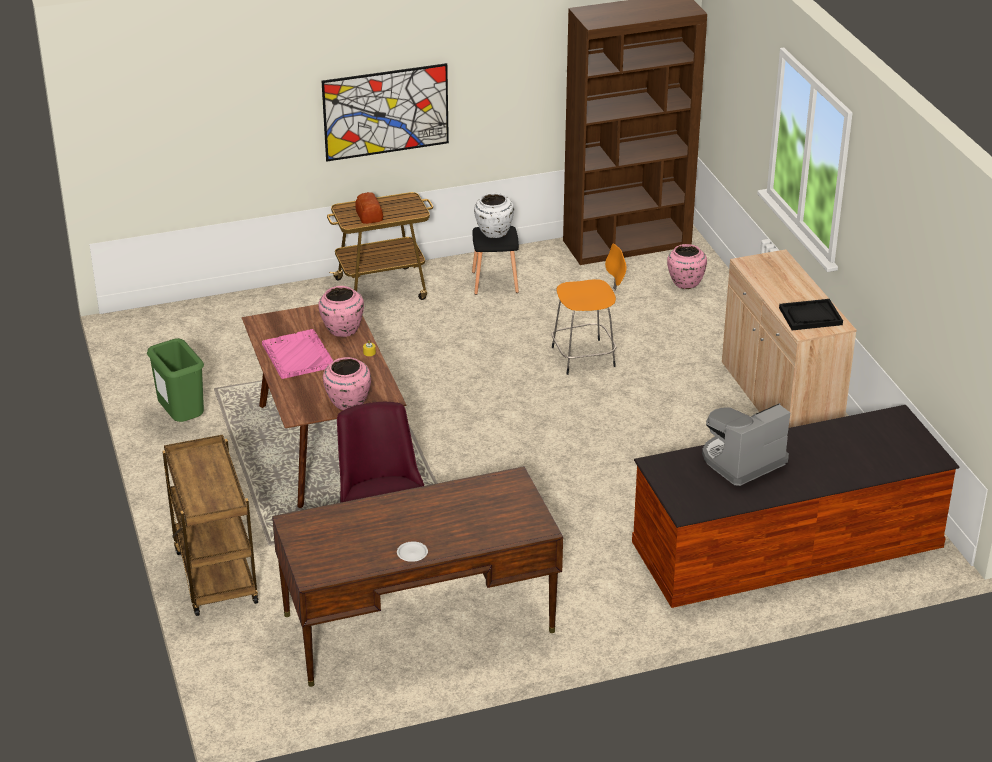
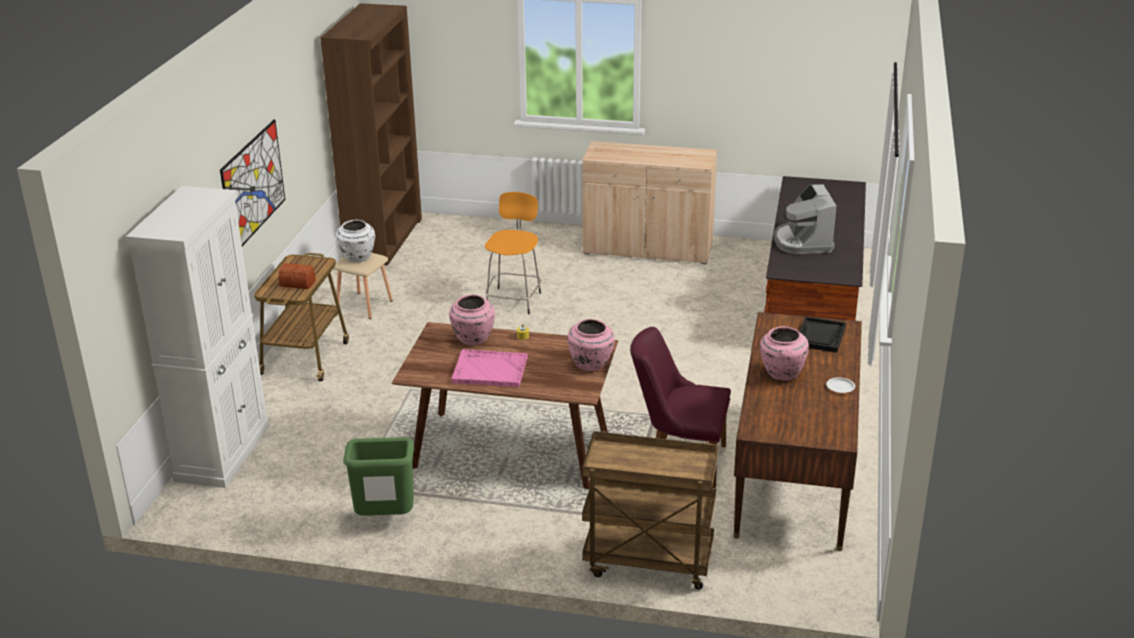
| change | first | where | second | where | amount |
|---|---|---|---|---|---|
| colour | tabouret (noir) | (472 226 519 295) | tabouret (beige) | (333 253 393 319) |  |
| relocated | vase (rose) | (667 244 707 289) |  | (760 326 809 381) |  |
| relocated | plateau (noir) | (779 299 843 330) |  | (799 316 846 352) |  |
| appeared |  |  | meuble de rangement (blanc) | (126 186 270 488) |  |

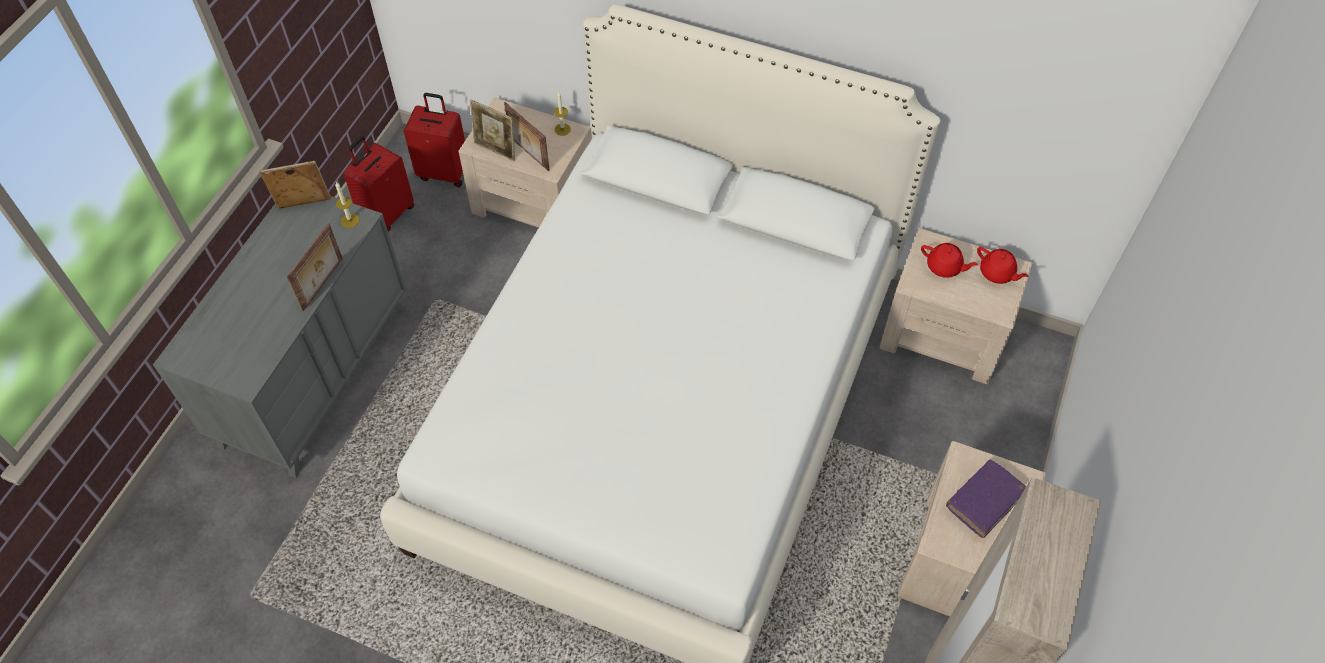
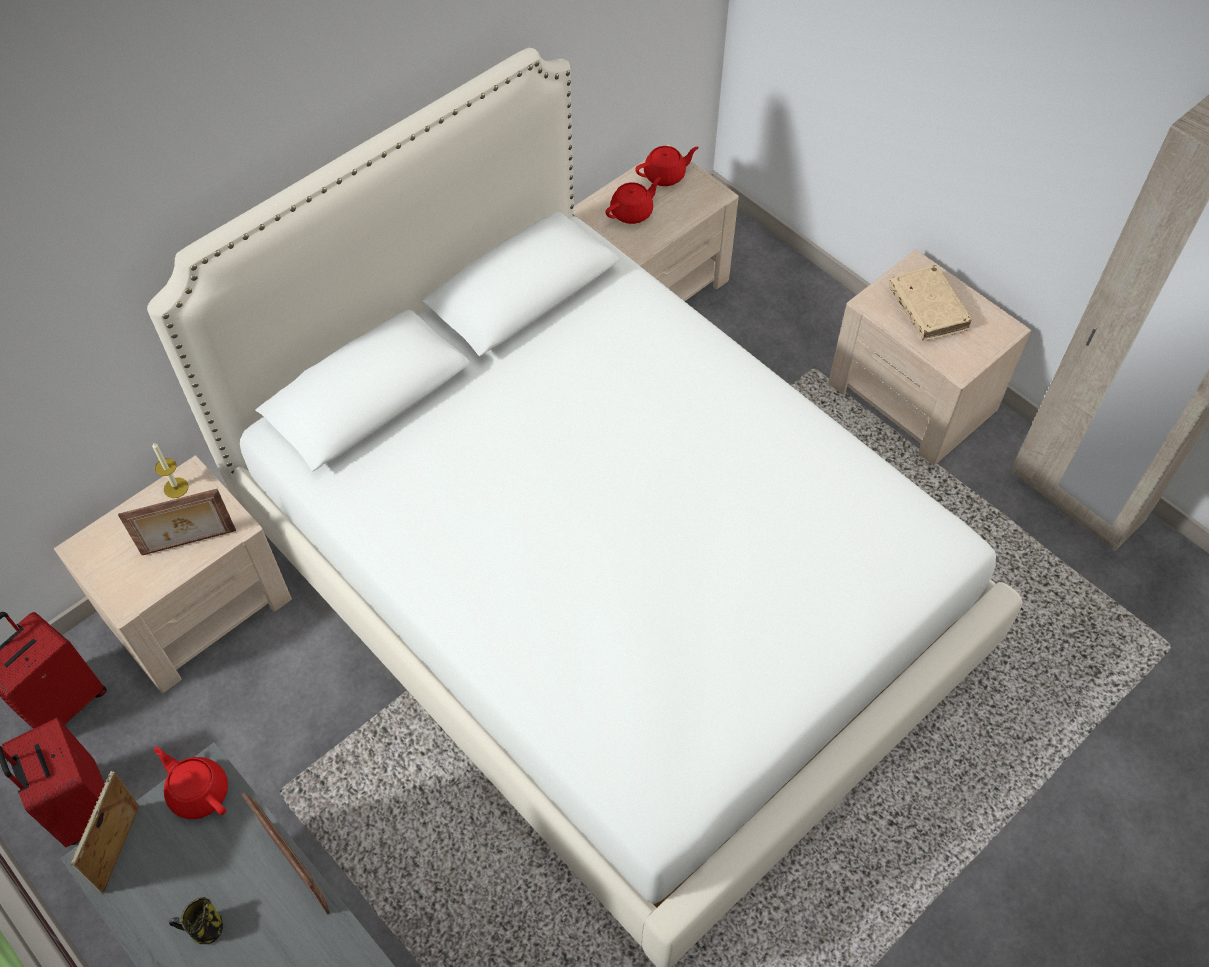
| change | first | where | second | where | amount |
|---|---|---|---|---|---|
| missing | cadre photo | (470 100 515 161) |  |  |  |
| exchanged | bougie | (335 182 359 228) | théière (rouge) | (154 747 228 819) |  |
| colour | livre (violet) | (946 459 1026 538) | livre (beige) | (889 265 972 341) |  |
| appeared |  |  | mug | (169 897 223 944) |  |

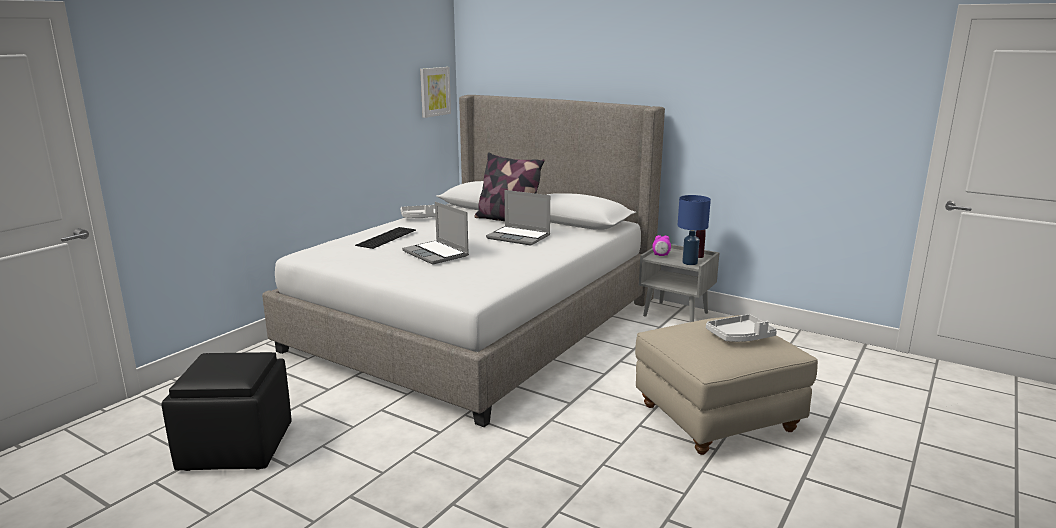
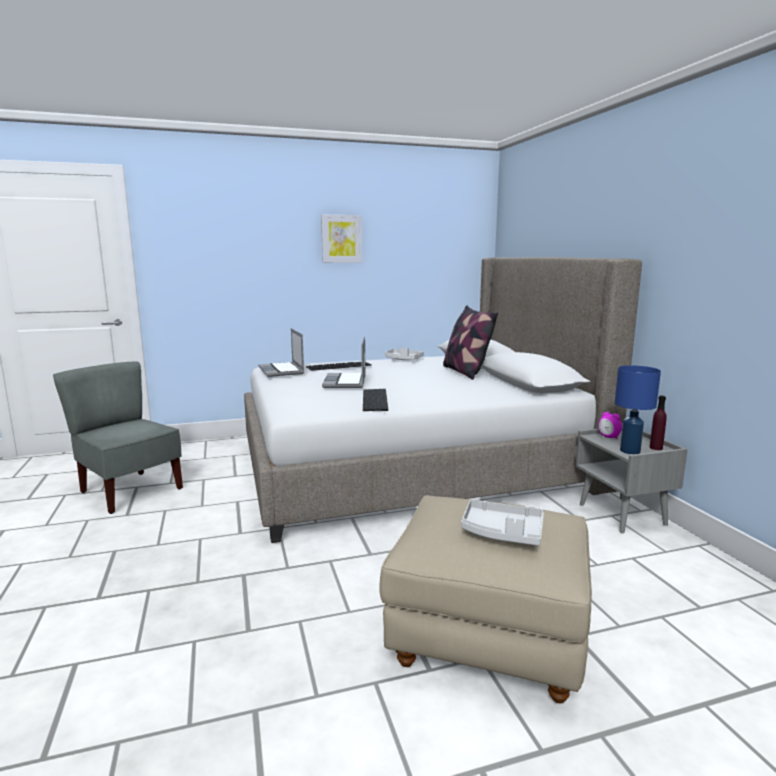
| change | first | where | second | where | amount |
|---|---|---|---|---|---|
| relocated | tableau | (420 67 451 118) |  | (321 214 362 263) |  |
| relocated | ordinateur portable | (486 190 550 246) |  | (258 328 304 377) |  |
| exchanged | pouf (noir) | (161 352 292 471) | chaise (gris) | (53 362 183 514) |  |
| appeared |  |  | clavier | (363 389 388 411) |  |

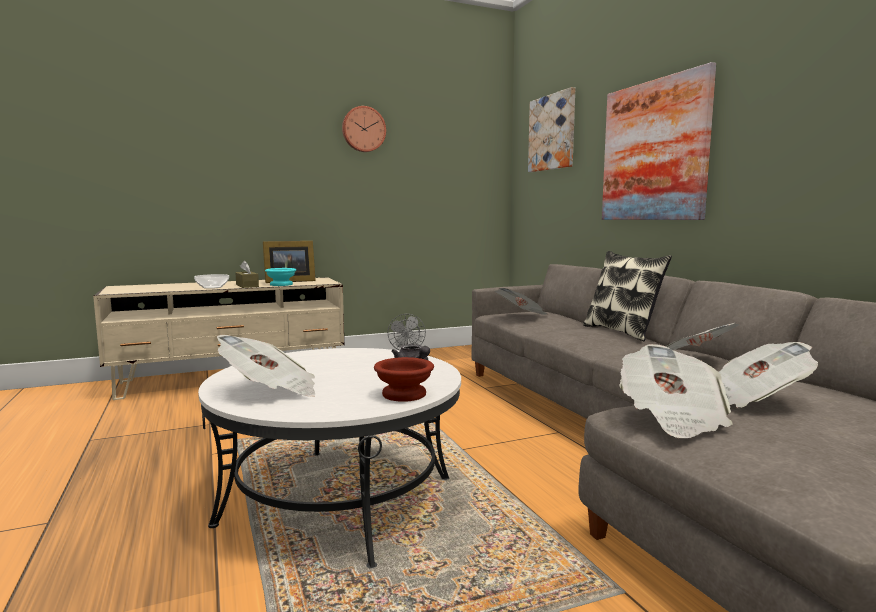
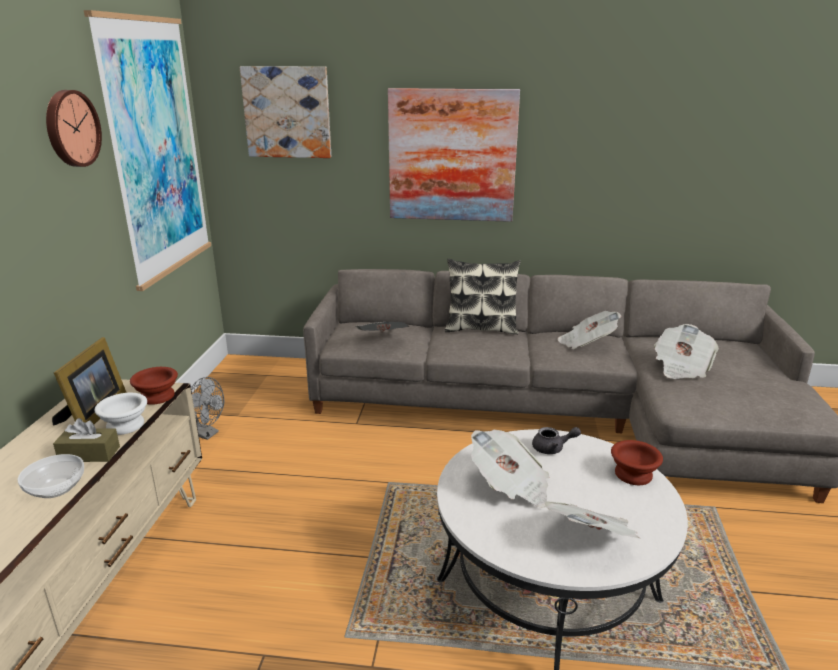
| change | first | where | second | where | amount |
|---|---|---|---|---|---|
| colour | bol (turquoise) | (265 268 296 286) | bol (blanc) | (94 393 147 435) |  |
| relocated | journal | (619 344 732 438) |  | (471 430 549 508) |  |
| appeared |  |  | tableau | (84 10 211 291) |  |
| appeared |  |  | bol (marron) | (130 367 178 405) |  |

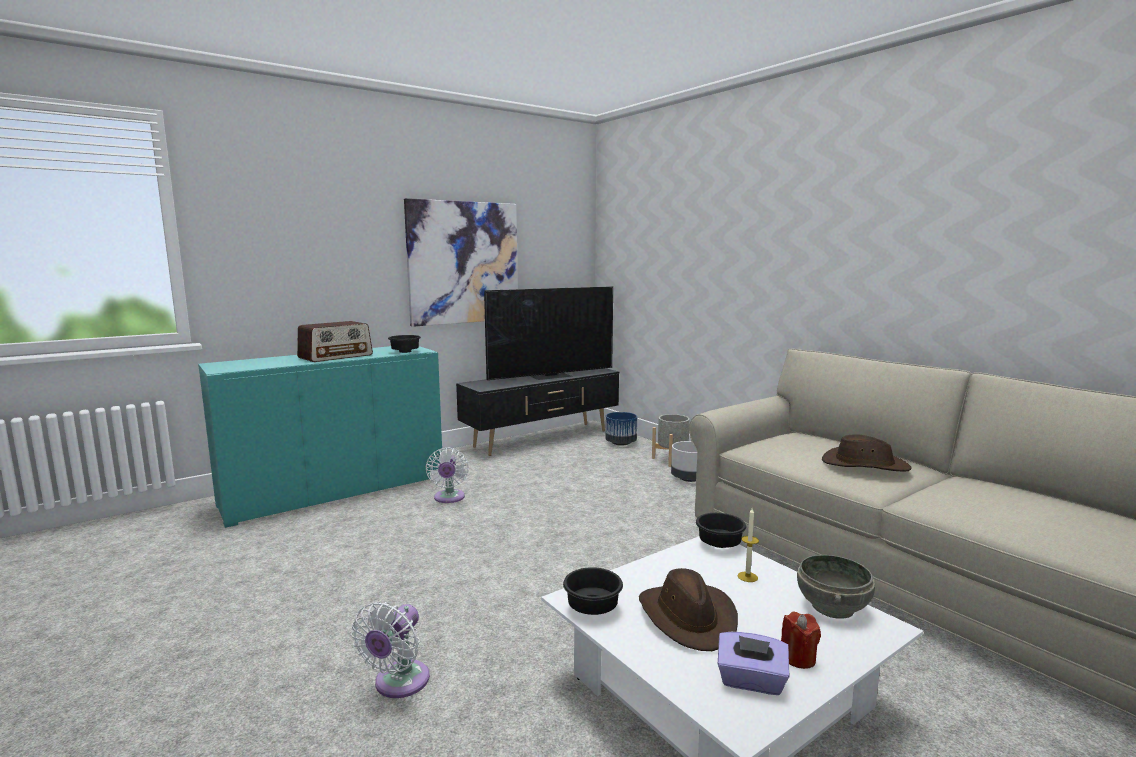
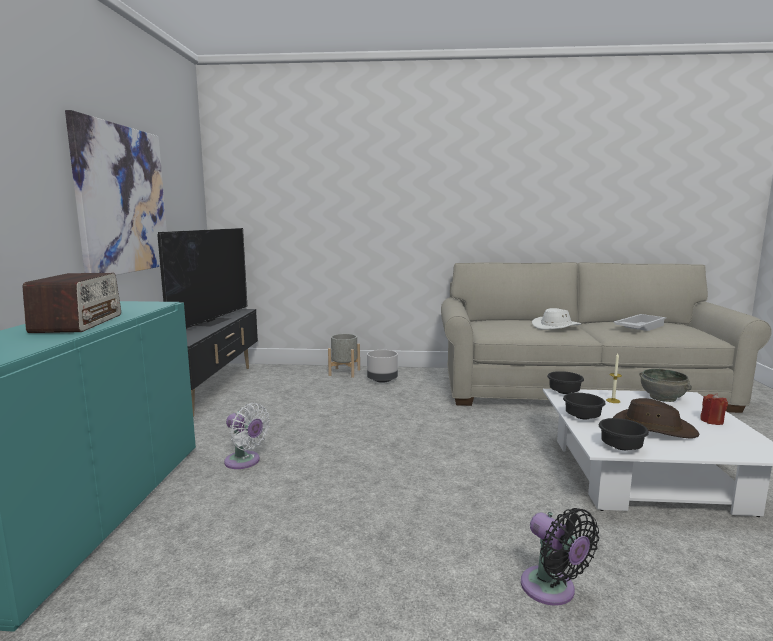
| change | first | where | second | where | amount |
|---|---|---|---|---|---|
| relocated | bol (noir) | (388 335 421 353) |  | (563 393 606 420) |  |
| missing | cache-pot (bleu) | (605 412 637 446) |  |  |  |
| colour | chapeau (marron) | (822 434 911 472) | chapeau (blanc) | (532 308 581 330) |  |
| colour | ventilateur (blanc) | (351 602 430 698) | ventilateur (noir) | (521 508 599 606) |  |
| missing | boîte à mouchoirs (violet) | (718 632 789 695) |  |  |  |
| appeared |  |  | plateau (blanc) | (613 314 666 331) |  |

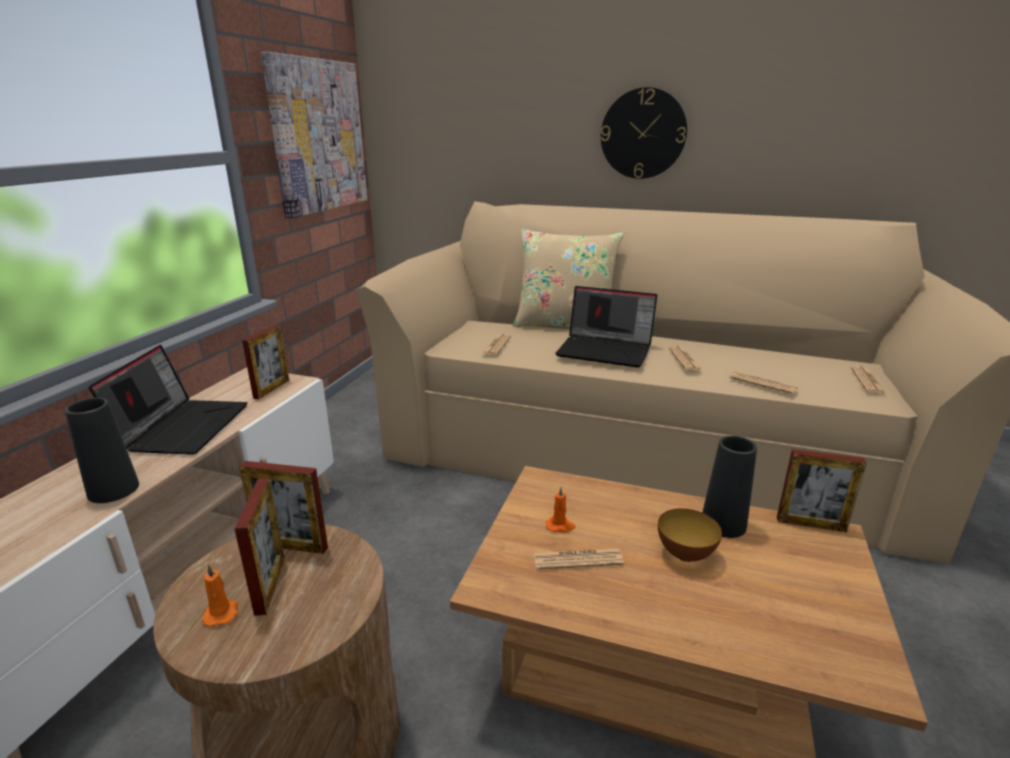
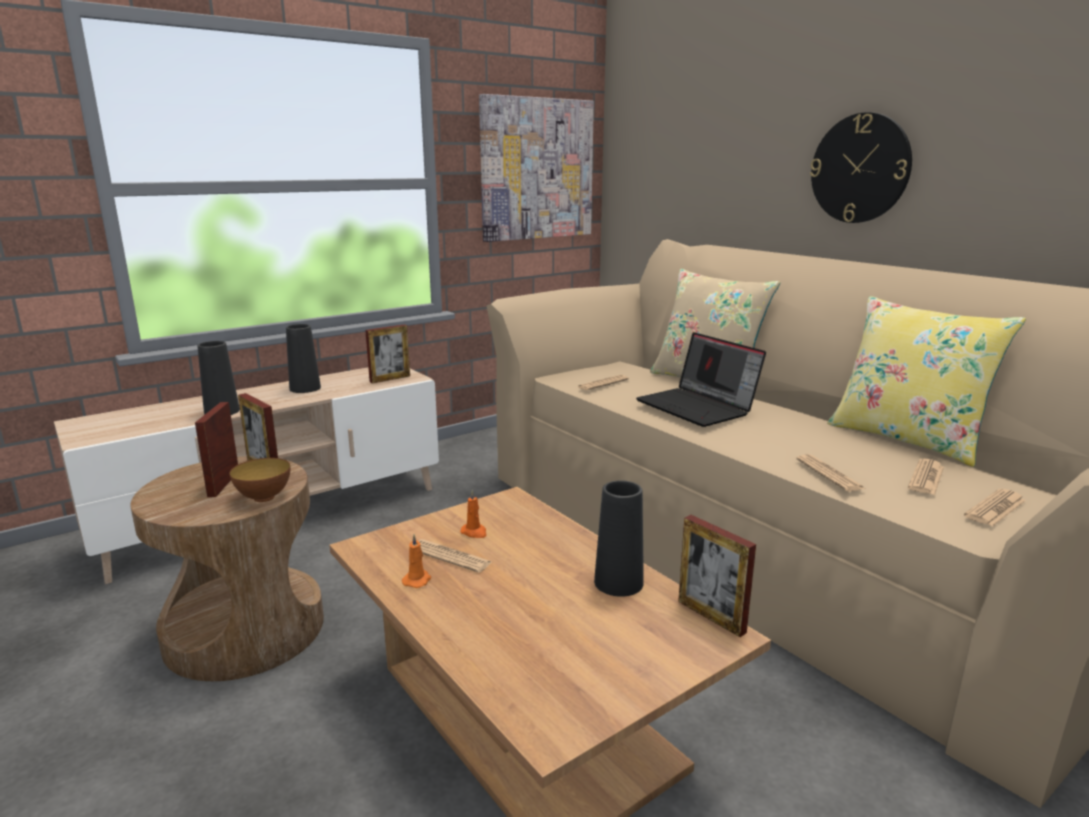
| change | first | where | second | where | amount |
|---|---|---|---|---|---|
| exchanged | ordinateur portable | (89 345 248 455) | vase (noir) | (286 324 321 393) |  |
| relocated | journal | (669 346 702 371) |  | (908 459 944 495) |  |
| spun | cadre photo | (234 478 285 616) |  | (195 402 238 497) | 150 degrees clockwise |
| relocated | bol | (658 508 722 562) |  | (229 458 290 502) |  |
| relocated | bougie (orange) | (202 564 238 627) |  | (402 534 431 588) |  |
| appeared |  |  | coussin (jaune) | (827 296 1026 467) |  |

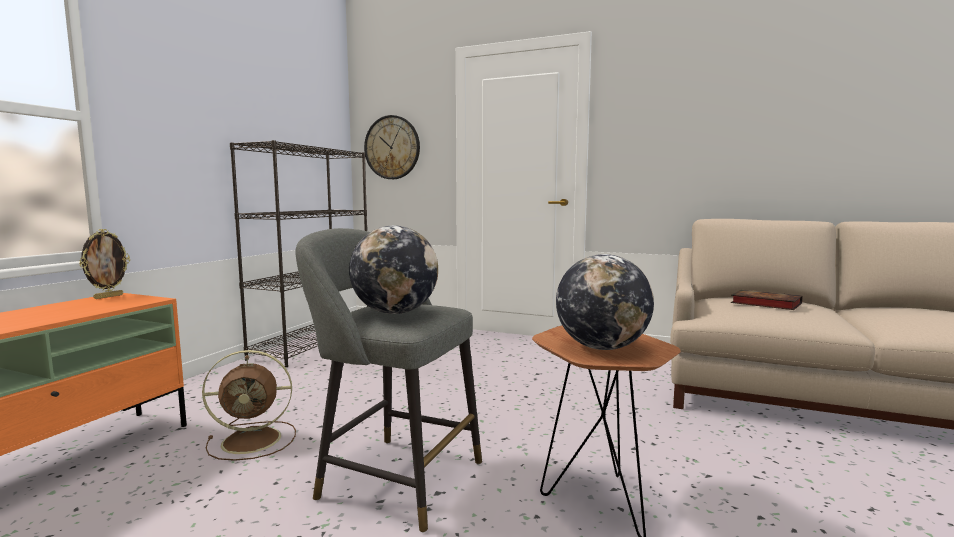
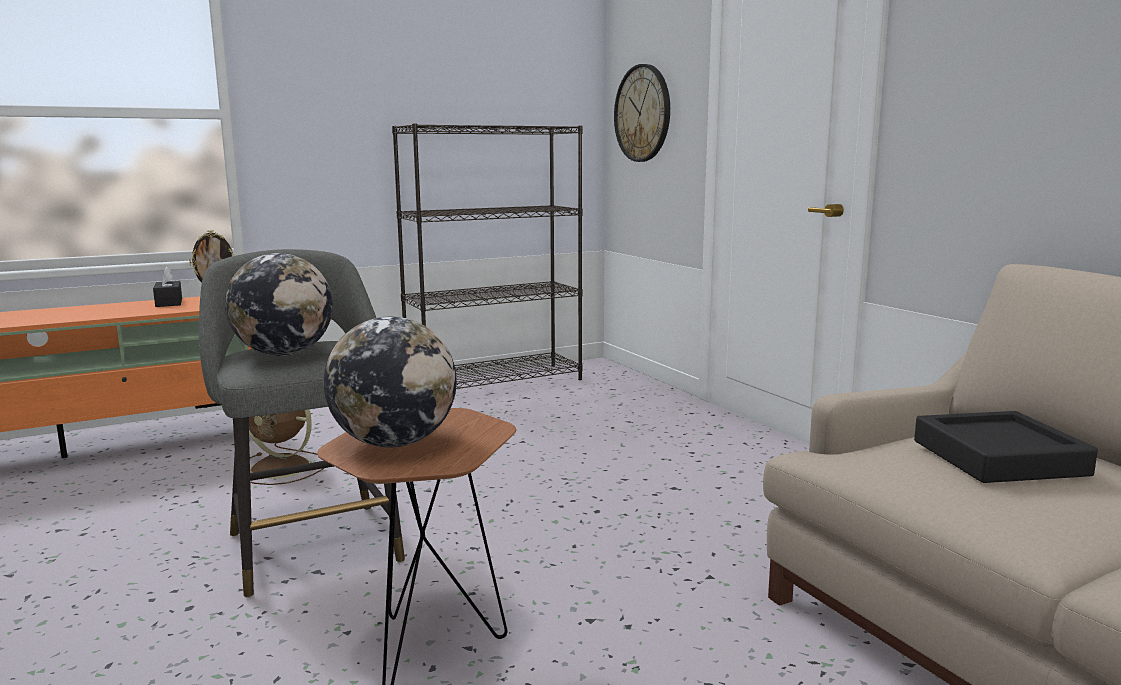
| change | first | where | second | where | amount |
|---|---|---|---|---|---|
| exchanged | livre | (731 290 802 310) | plateau (noir) | (914 411 1098 483) |  |
| appeared |  |  | boîte à mouchoirs (noir) | (153 267 182 307) |  |

